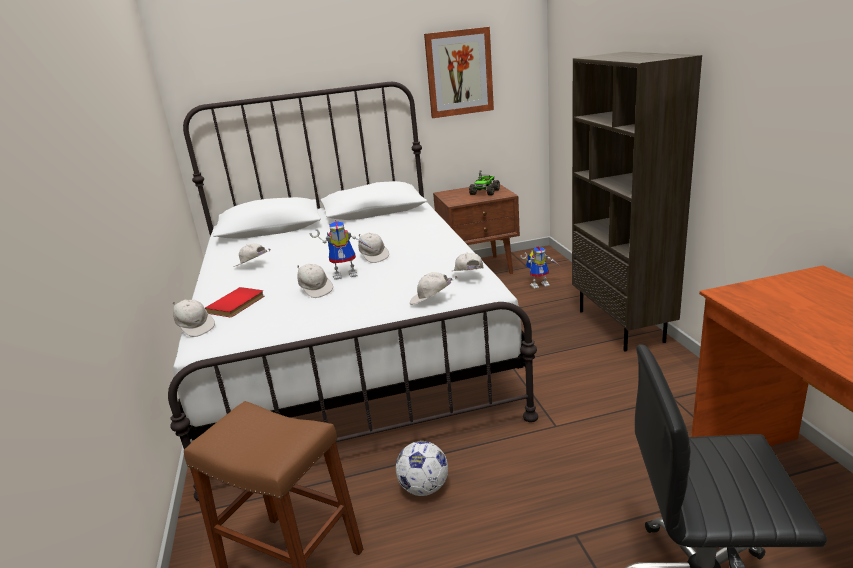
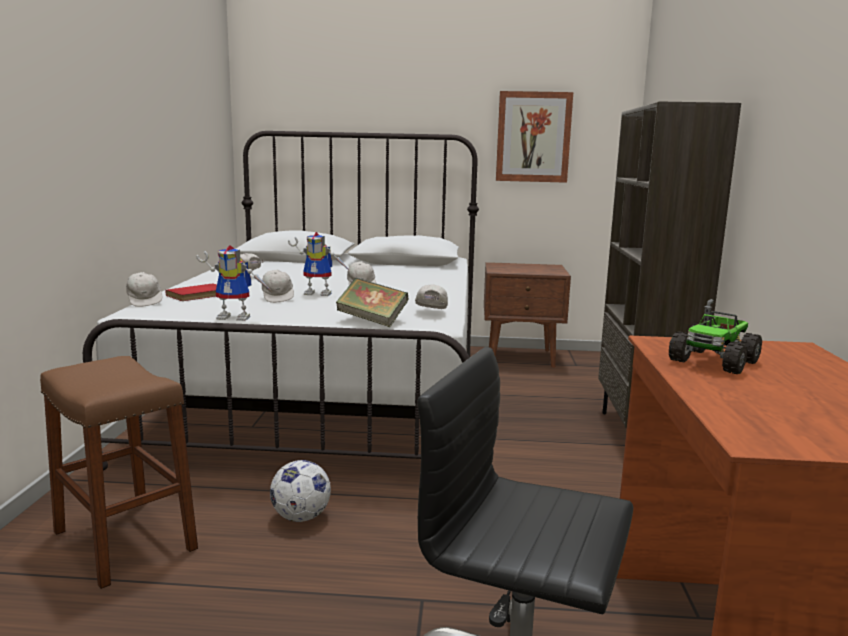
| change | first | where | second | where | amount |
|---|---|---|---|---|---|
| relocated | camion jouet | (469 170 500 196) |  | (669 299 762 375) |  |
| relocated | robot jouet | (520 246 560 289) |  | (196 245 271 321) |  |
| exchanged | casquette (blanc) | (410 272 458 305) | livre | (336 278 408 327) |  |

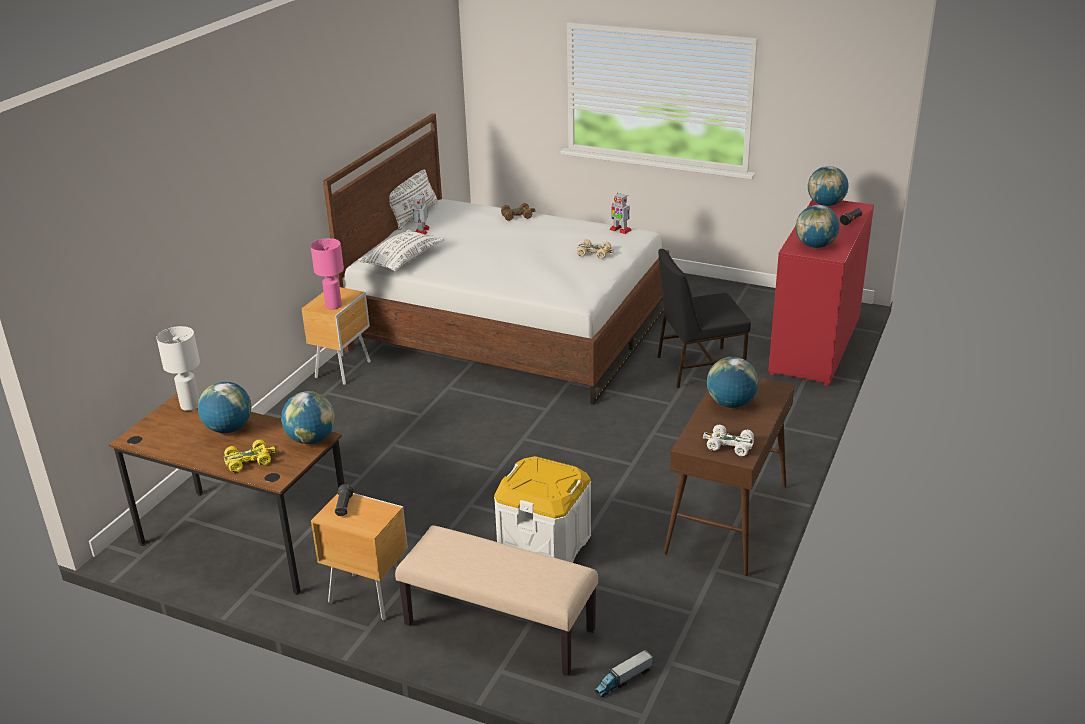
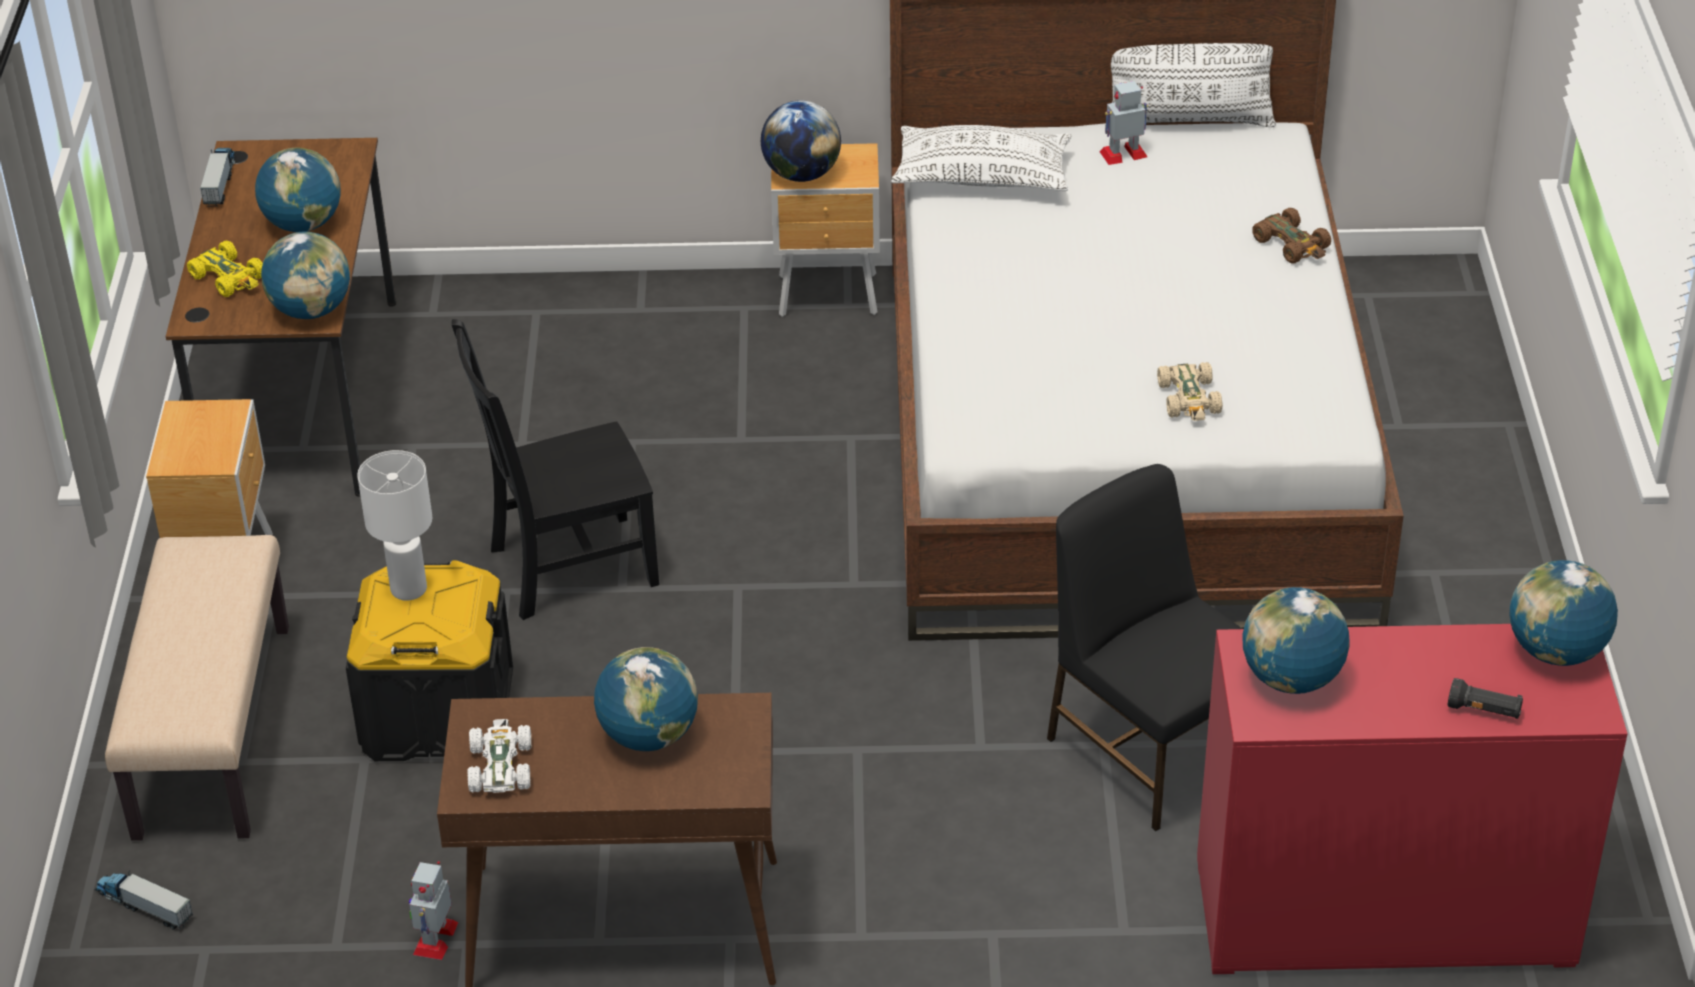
| change | first | where | second | where | amount |
|---|---|---|---|---|---|
| relocated | robot jouet | (609 192 631 234) |  | (409 861 458 960) |  |
| exchanged | lampe de table (rose) | (310 238 344 310) | globe | (761 100 841 182) |  |
| relocated | lampe de table (blanc) | (156 326 200 411) |  | (357 450 432 601) |  |
| colour | boîte de rangement (blanc) | (494 456 591 563) | boîte de rangement (noir) | (346 560 513 761) |  |
| missing | lampe de poche (noir) | (335 484 353 516) |  |  |  |
| appeared |  |  | camion jouet | (200 148 235 206) |  |
| appeared |  |  | chaise (noir) | (452 319 659 620) |  |

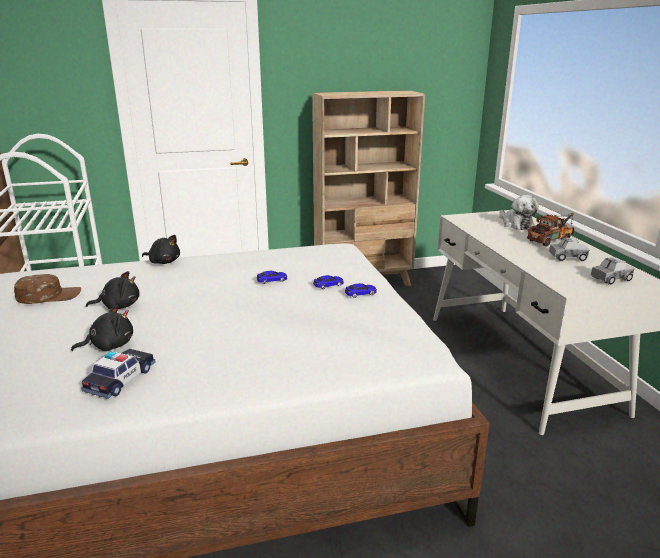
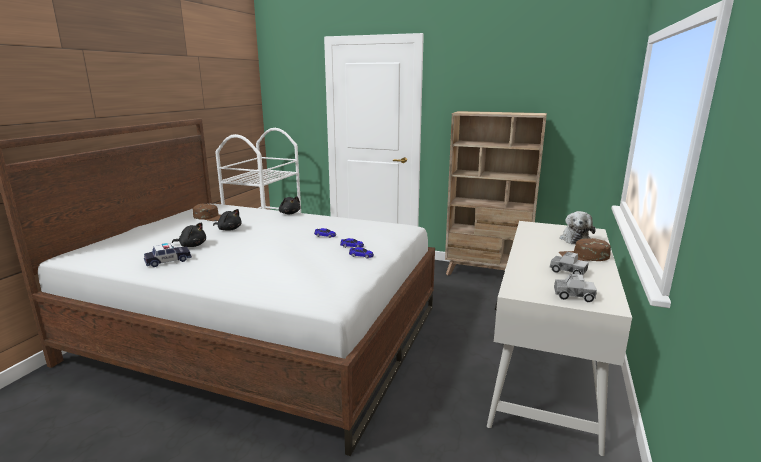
| change | first | where | second | where | amount |
|---|---|---|---|---|---|
| exchanged | camion jouet | (527 213 574 246) | casquette (marron) | (559 238 611 261) |  |

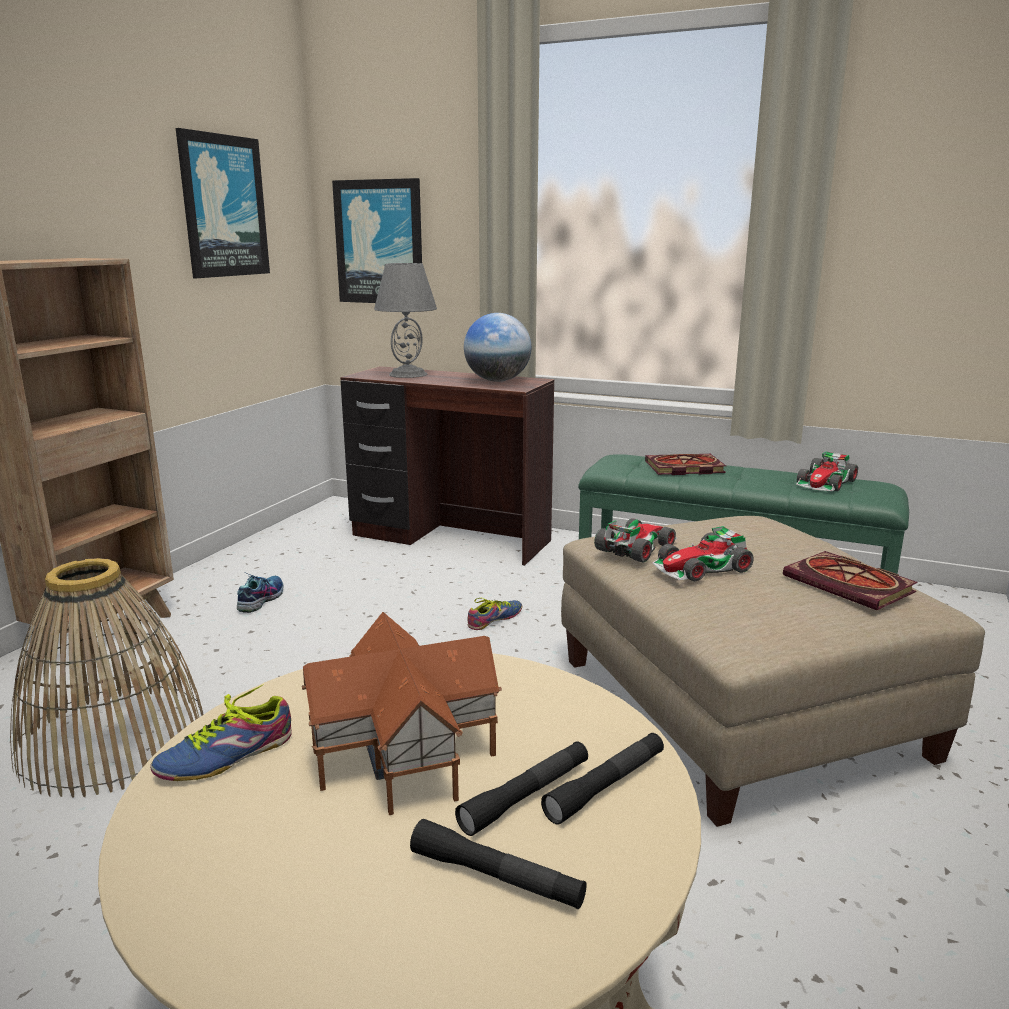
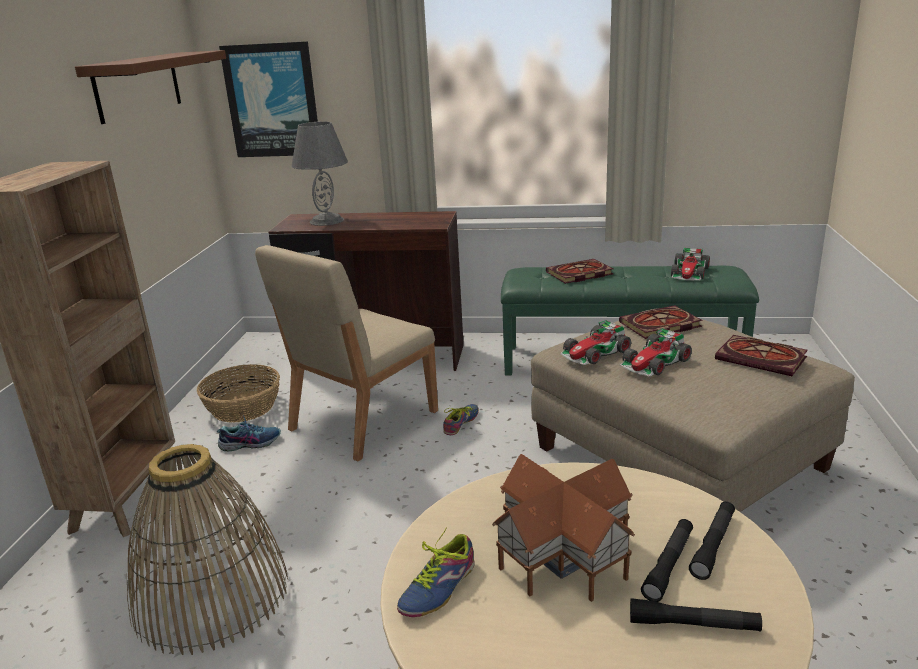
| change | first | where | second | where | amount |
|---|---|---|---|---|---|
| exchanged | tableau | (176 128 270 278) | étagère (marron) | (75 50 226 124) |  |
| missing | globe | (464 313 531 382) |  |  |  |
| spun | petite voiture | (594 518 677 563) |  | (560 320 631 365) | 150 degrees counterclockwise |
| spun | chaussure | (237 572 284 613) |  | (217 415 281 452) | 75 degrees clockwise |
| appeared |  |  | chaise (beige) | (255 245 438 462) |  |
| appeared |  |  | livre | (619 305 703 339) |  |
| appeared |  |  | panier | (197 364 280 423) |  |

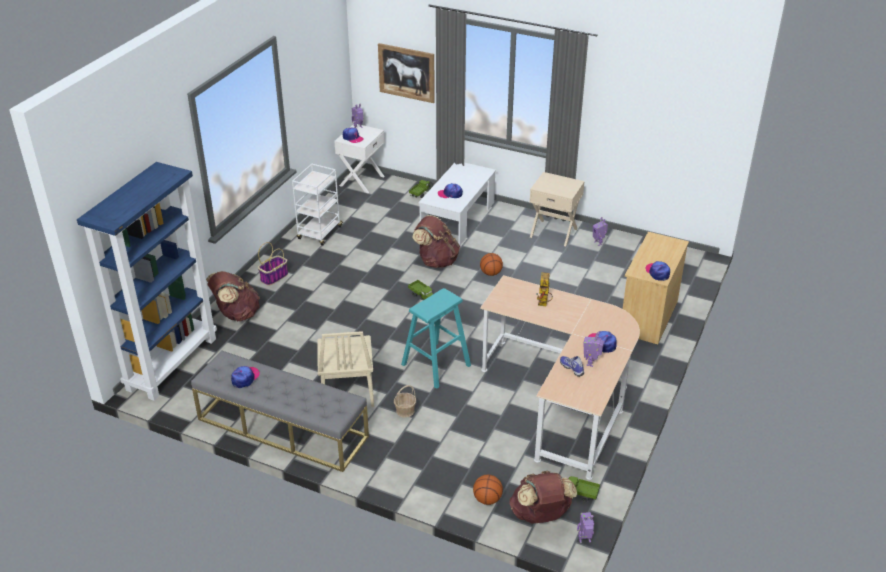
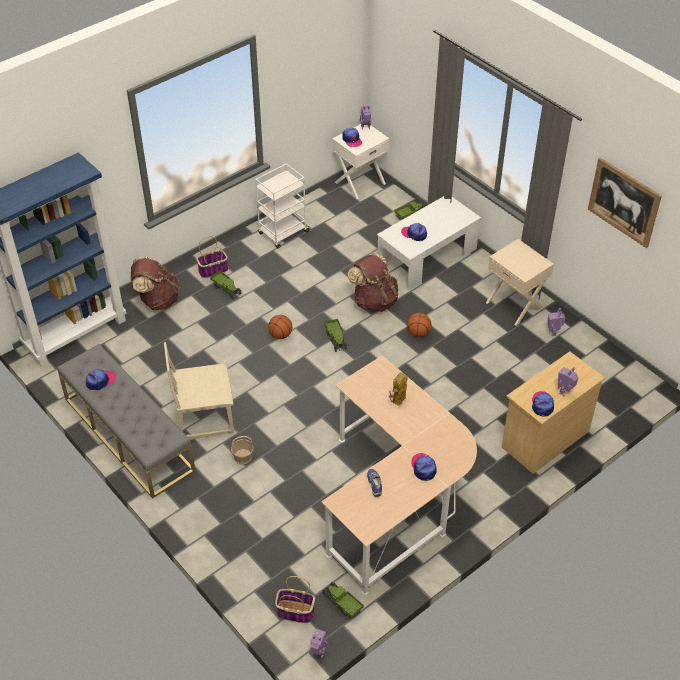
| change | first | where | second | where | amount |
|---|---|---|---|---|---|
| relocated | tableau | (378 43 435 103) |  | (588 158 662 248) |  |
| missing | tabouret (turquoise) | (401 288 471 389) |  |  |  |
| spun | chaise (beige) | (317 331 374 407) |  | (164 342 234 440) | 60 degrees clockwise |
| relocated | robot jouet | (583 332 604 367) |  | (558 367 579 396) |  |
| exchanged | sac à dos (marron) | (509 471 577 523) | panier | (275 576 315 623) |  |
| relocated | ballon de basket | (473 475 503 505) |  | (268 315 292 339) |  |
| appeared |  |  | camion jouet | (210 270 242 299) |  |

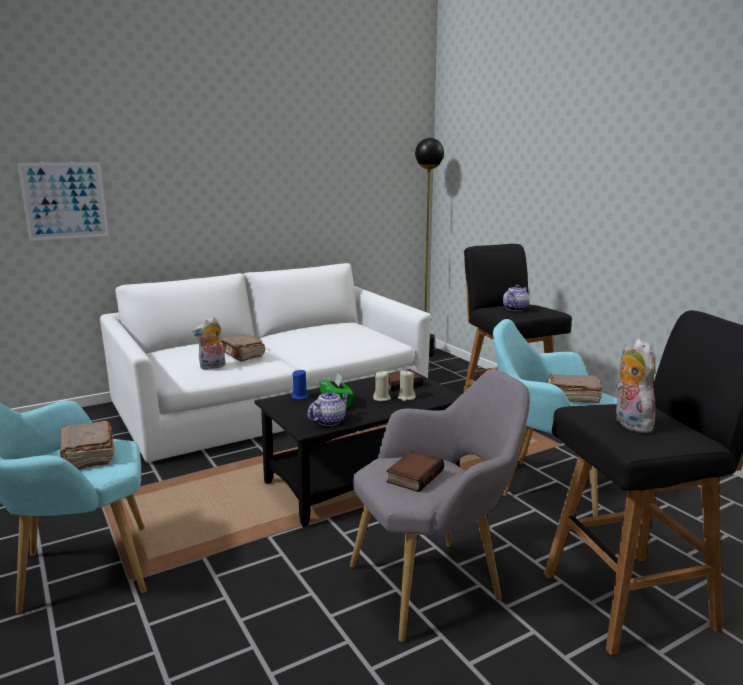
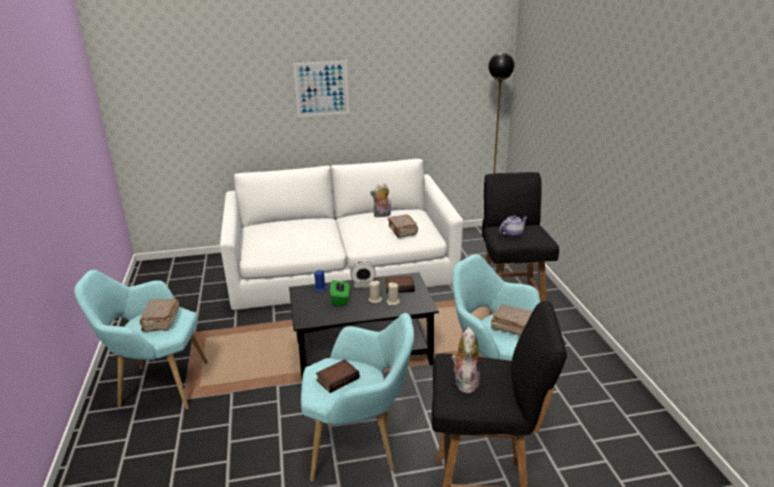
| change | first | where | second | where | amount |
|---|---|---|---|---|---|
| relocated | tableau | (18 162 109 241) |  | (293 61 349 117) |  |
| relocated | peluche | (192 316 225 370) |  | (370 183 391 218) |  |
| relocated | livre (marron) | (220 334 265 361) |  | (388 214 418 238) |  |
| colour | fauteuil (gris) | (350 369 530 642) | fauteuil (turquoise) | (301 313 415 482) |  |
| missing | théière | (308 391 349 426) |  |  |  |
| appeared |  |  | réveil | (351 260 376 288) |  |

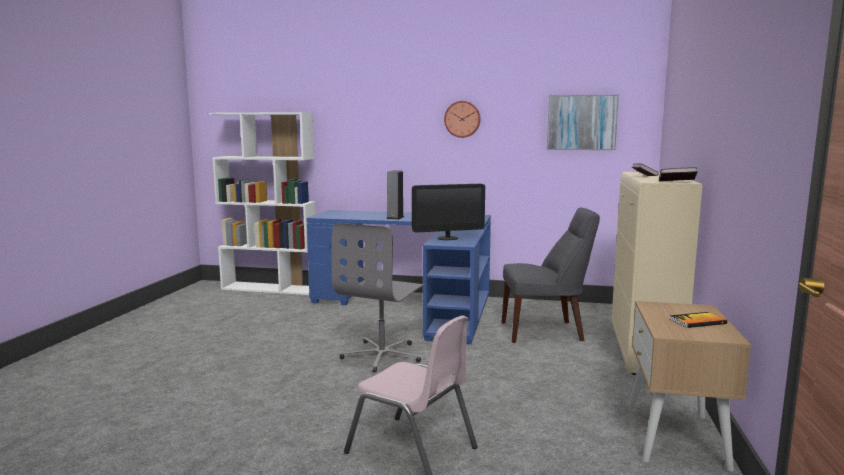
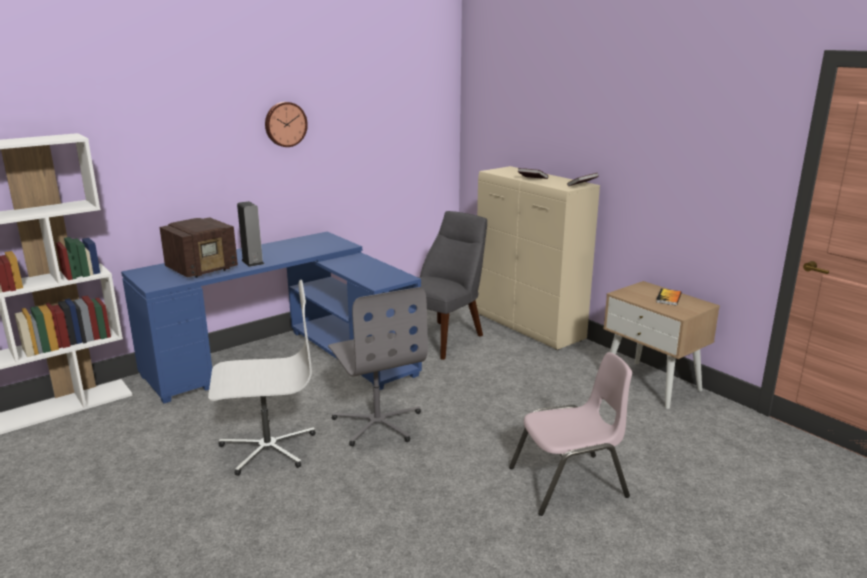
| change | first | where | second | where | amount |
|---|---|---|---|---|---|
| missing | tableau | (547 95 619 150) |  |  |  |
| missing | écran d'ordinateur | (412 184 485 240) |  |  |  |
| appeared |  |  | radio | (159 217 238 278) |  |
| appeared |  |  | chaise de bureau (blanc) | (208 280 316 476) |  |

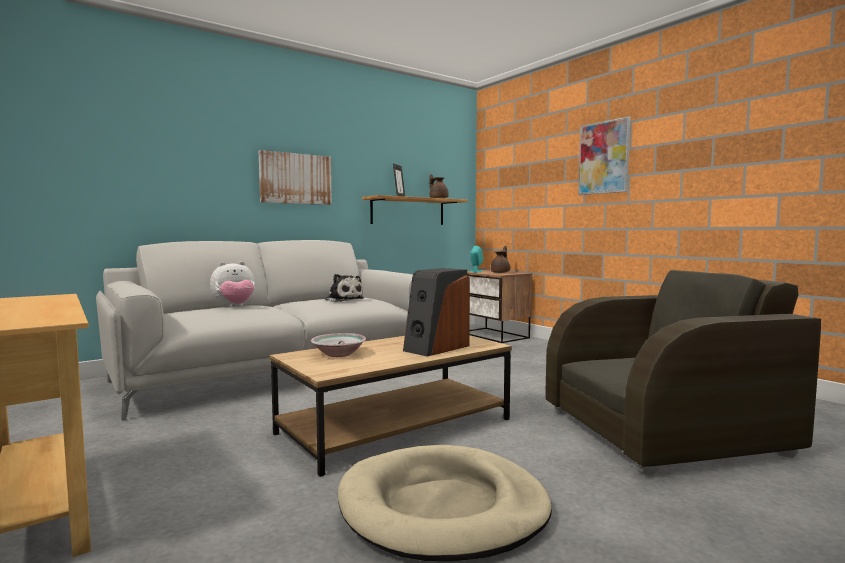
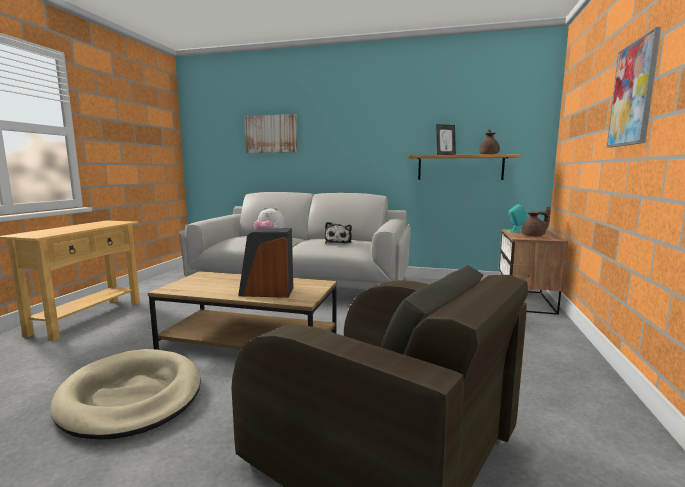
| change | first | where | second | where | amount |
|---|---|---|---|---|---|
| relocated | tableau | (259 150 332 205) |  | (245 114 297 153) |  |
| missing | bol | (311 333 366 357) |  |  |  |

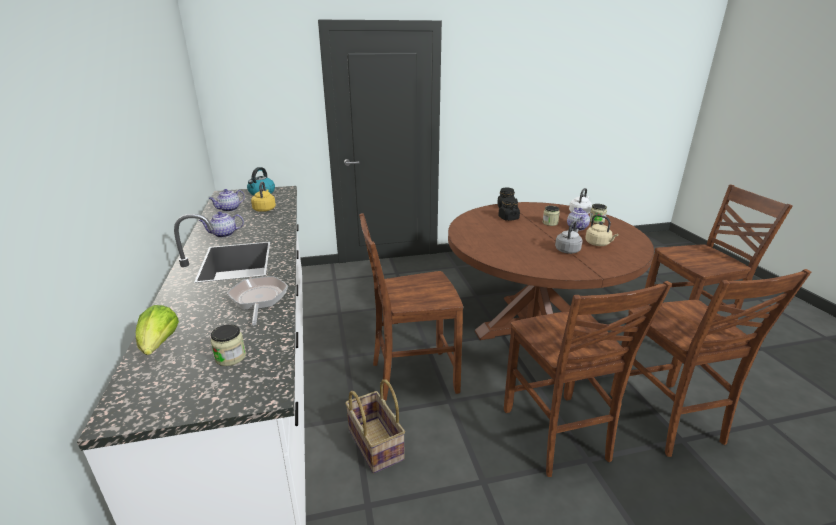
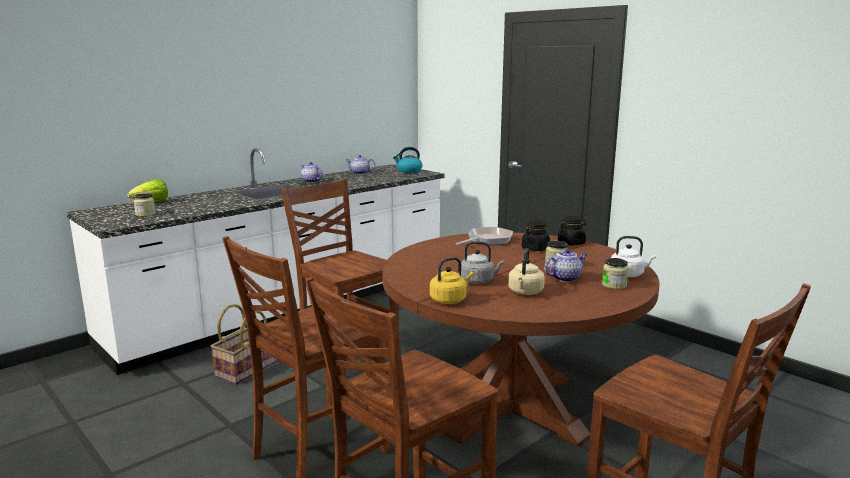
| change | first | where | second | where | amount |
|---|---|---|---|---|---|
| relocated | bouilloire (jaune) | (251 182 276 212) |  | (430 257 474 304) |  |
| relocated | poêle | (227 276 288 325) |  | (456 227 513 245) |  |

